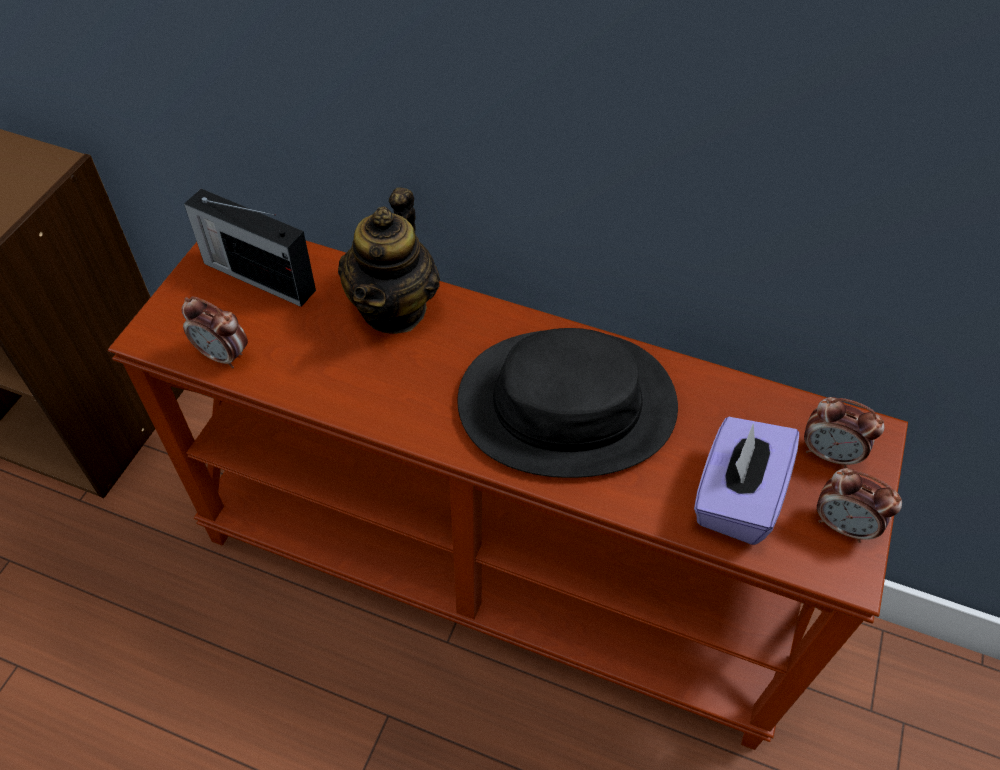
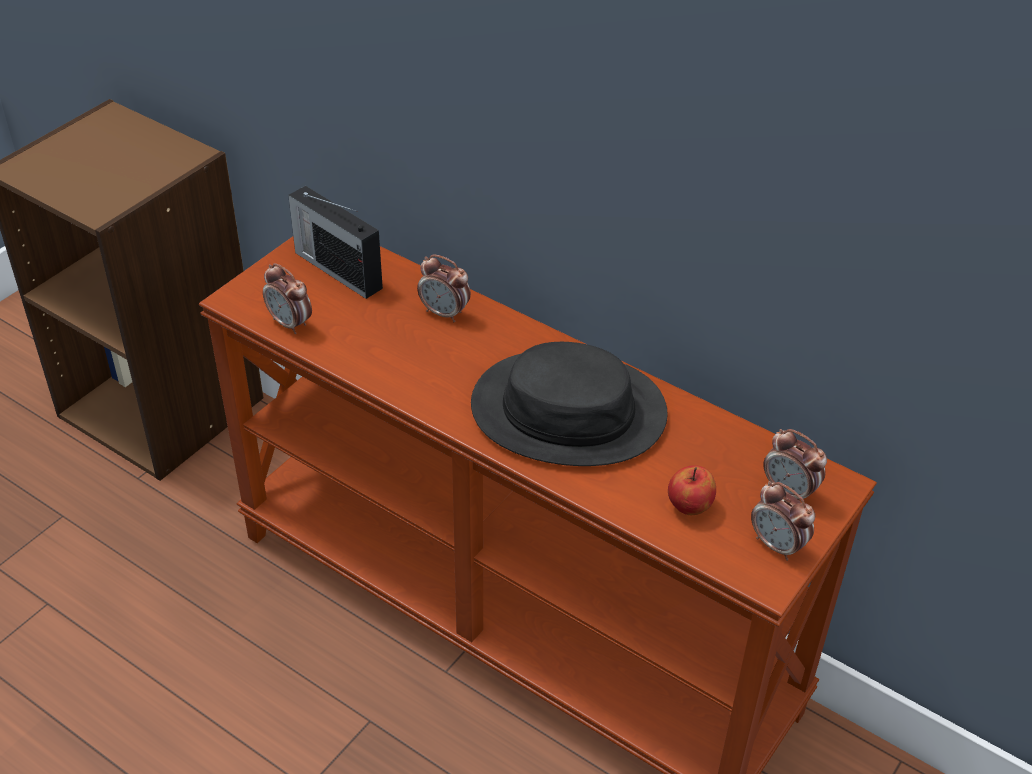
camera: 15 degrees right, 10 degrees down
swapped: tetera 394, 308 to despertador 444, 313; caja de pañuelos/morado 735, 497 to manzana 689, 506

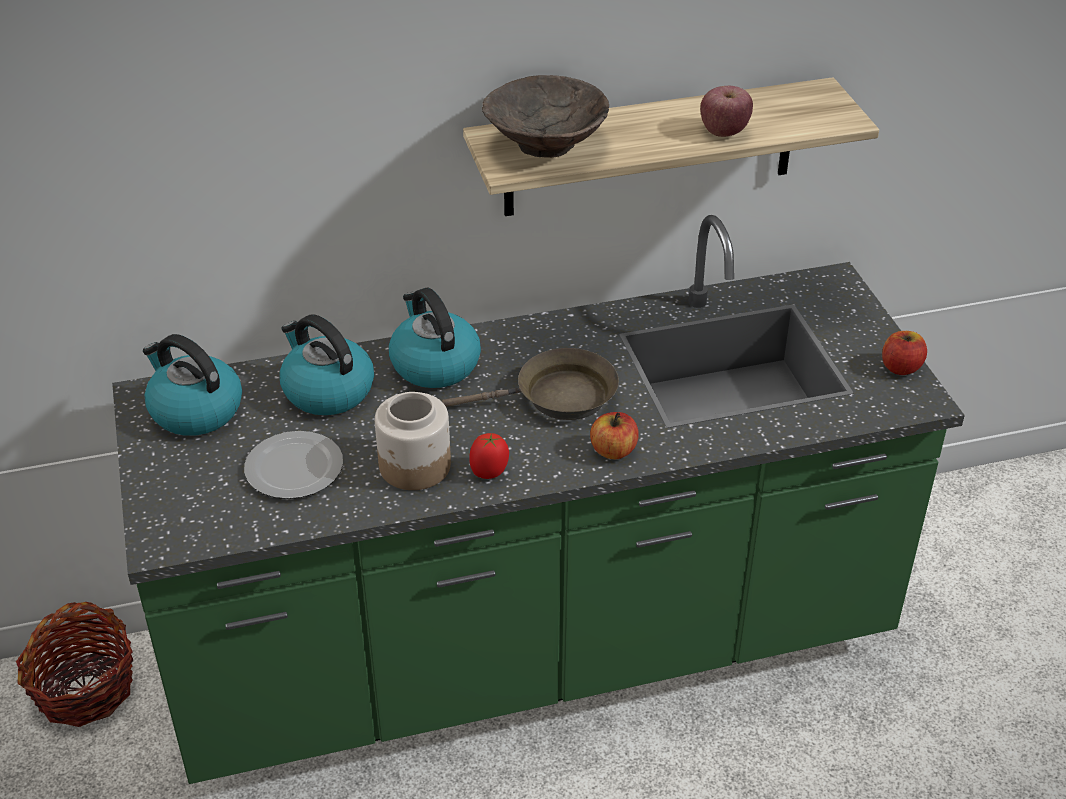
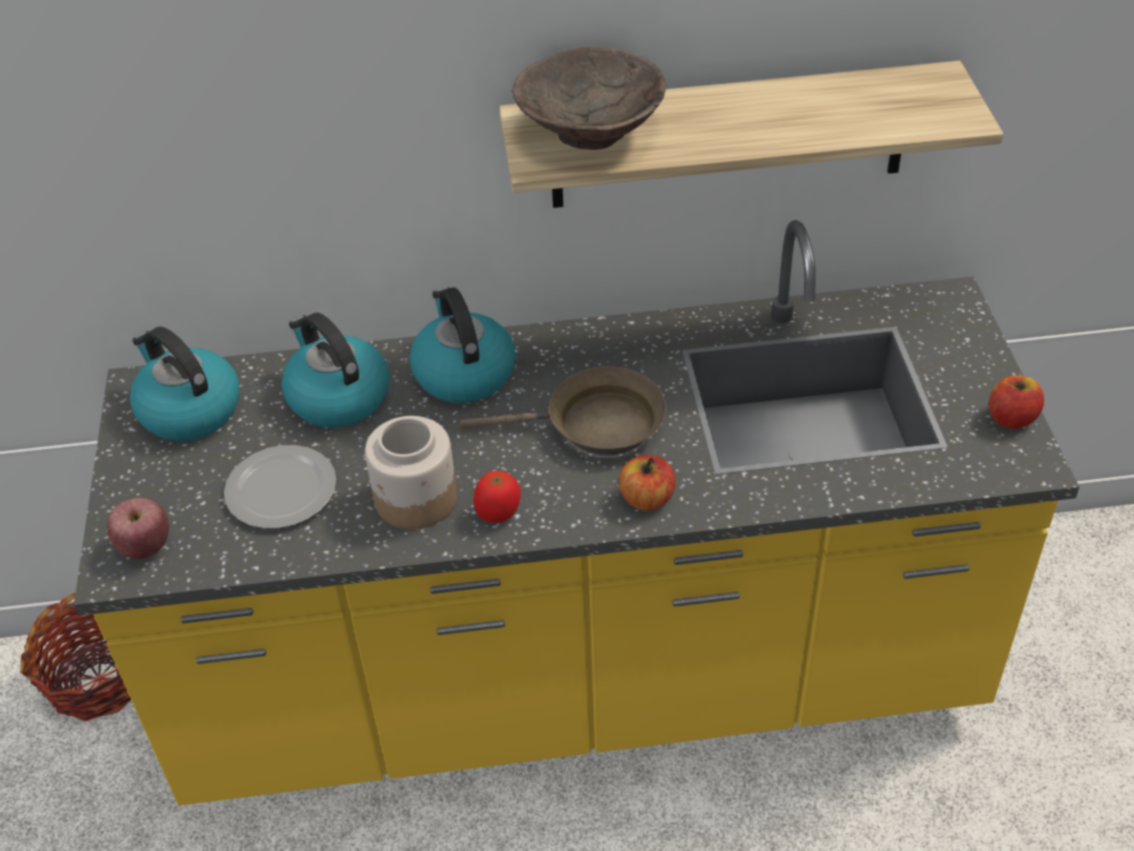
camera: 10 degrees right, 5 degrees up
shifted: manzana 724, 131 to 145, 546
repainted: mueble bajo de cocina/verde 533, 651 to mueble bajo de cocina/amarillo 579, 682

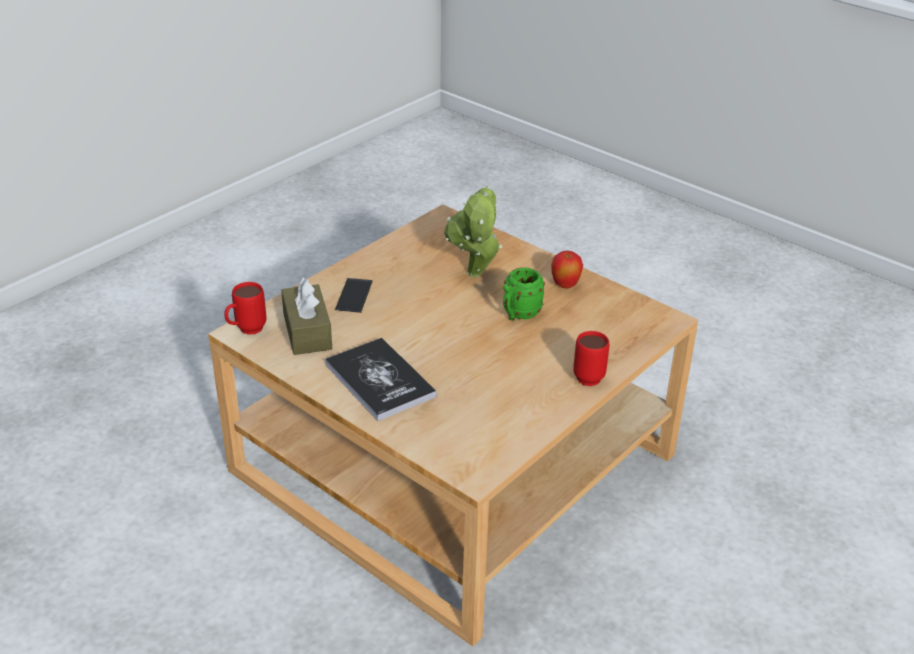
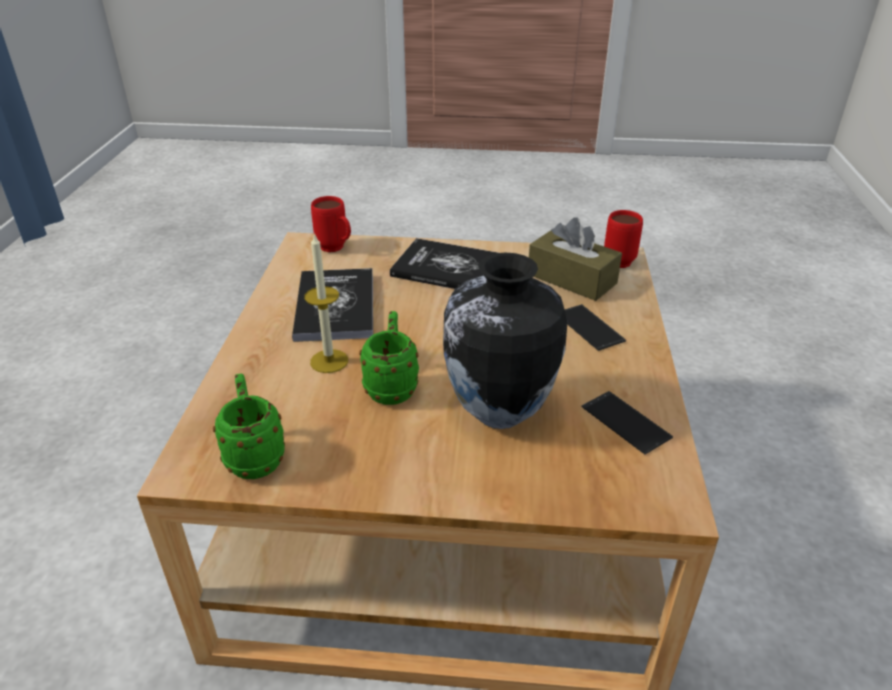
camera: 145 degrees right, 0 degrees up
gone: manzana 565, 286
new: taza grande/verde 254, 455; libro 335, 306; vela 329, 361; móvil 625, 422
shifted: taza grande/rojo 586, 375 to 336, 249
swapped: planta en maceta 475, 277 to florero 498, 414

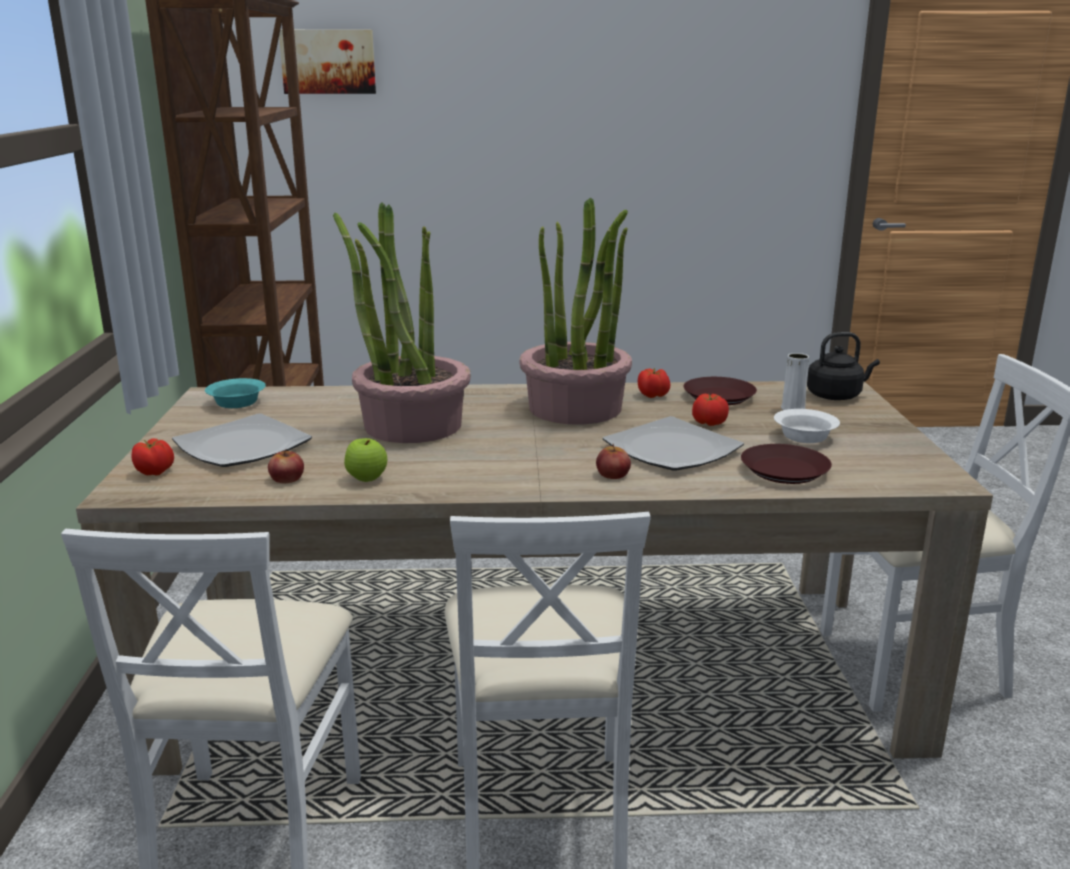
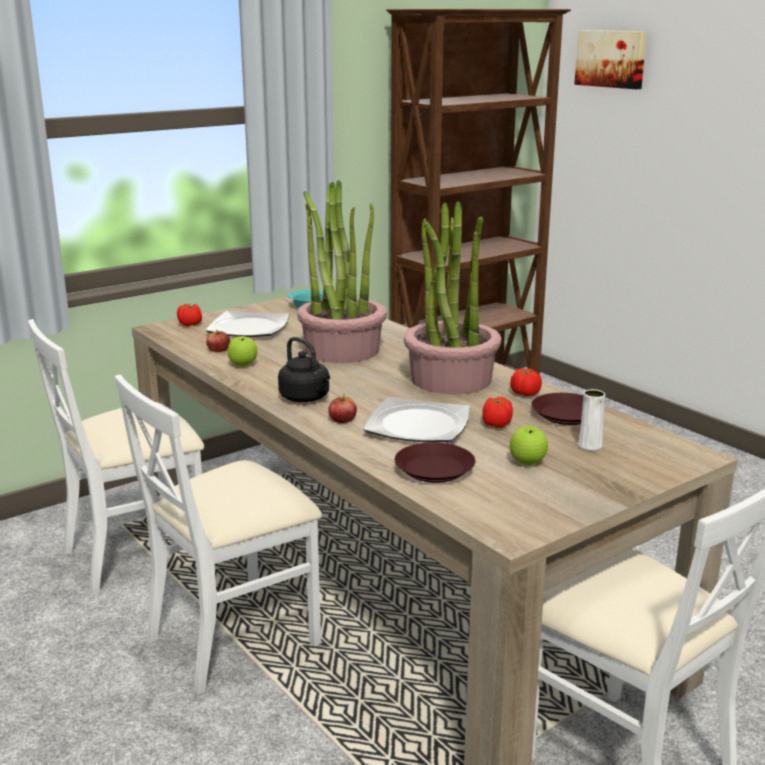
camera: 55 degrees right, 0 degrees up
shifted: hervidor/negro 836, 396 to 306, 398
swapped: cuenco/blanco 805, 436 to manzana 527, 462

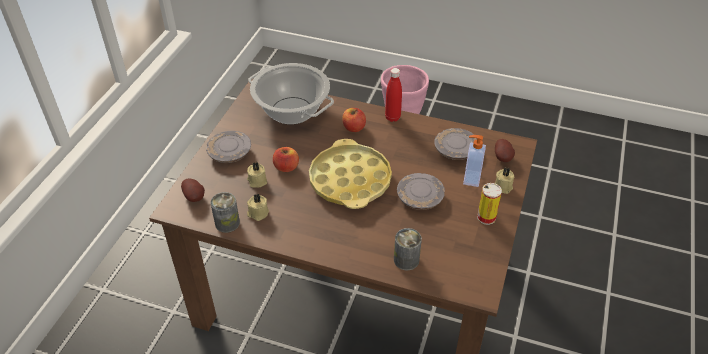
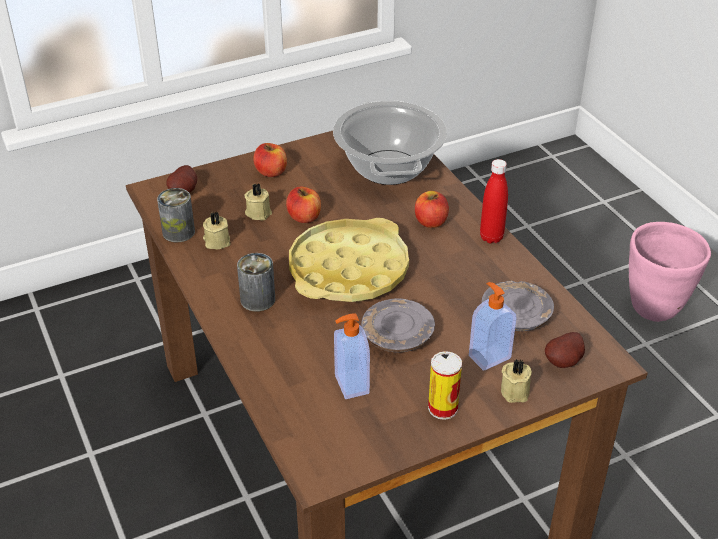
camera: 45 degrees right, 5 degrees down
new: dispensador de jabón 350, 385
shifted: lata 406, 260 to 258, 299
swapped: plato/gris 229, 153 to manzana 271, 172

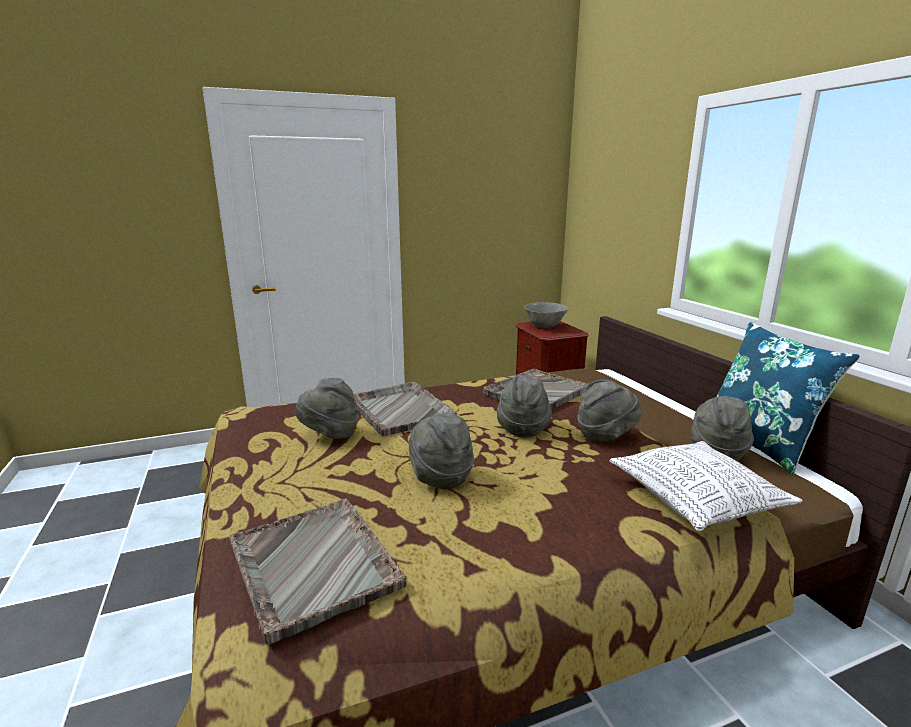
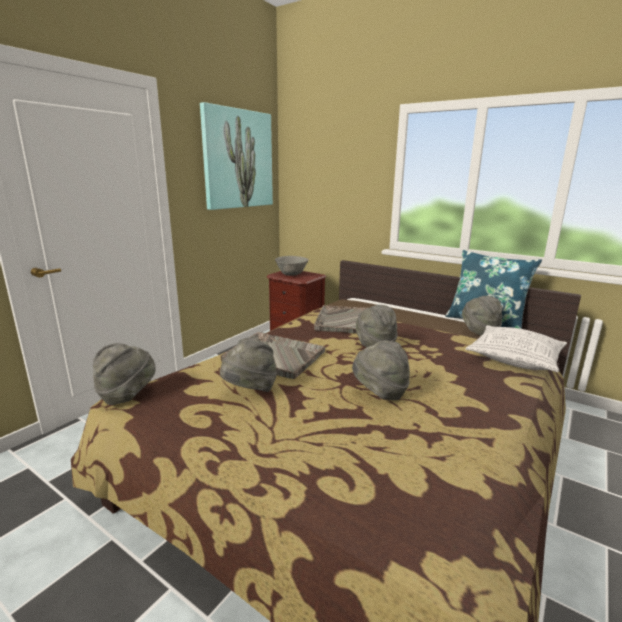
camera: 35 degrees left, 0 degrees up
gone: bandeja/gris 314, 565
new: cuadro 237, 159
shifted: sombrero/gris 605, 436 to 127, 395

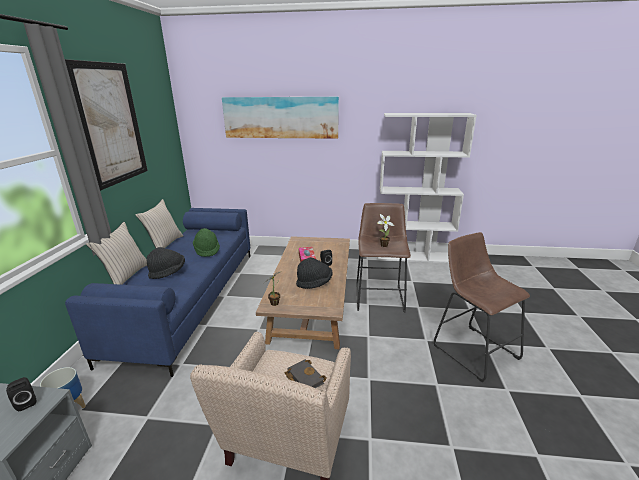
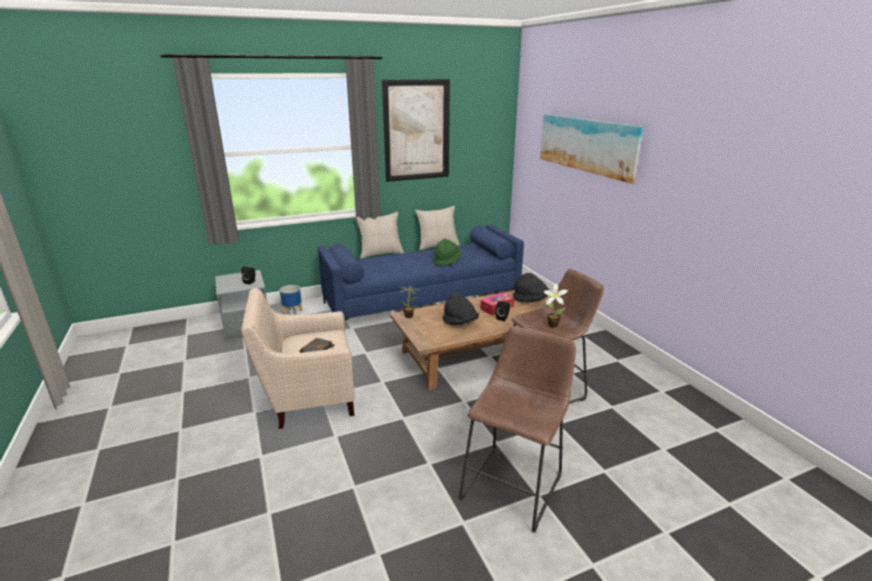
camera: 60 degrees right, 0 degrees up
gone: estantería/blanco 413, 256
shifted: sombrero/negro 168, 272 to 530, 300

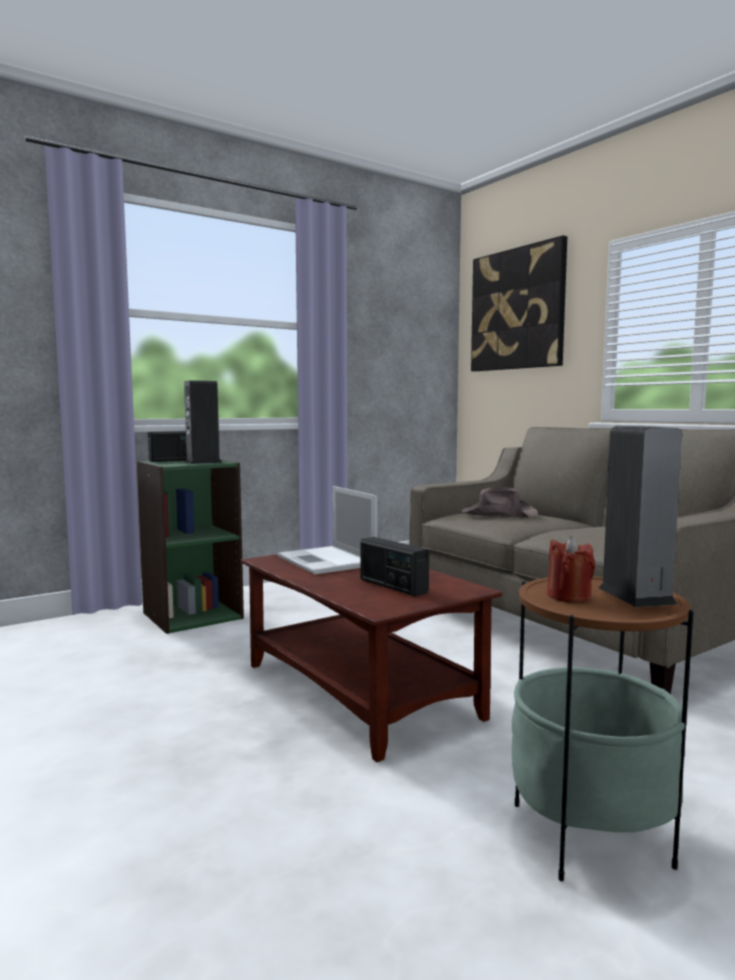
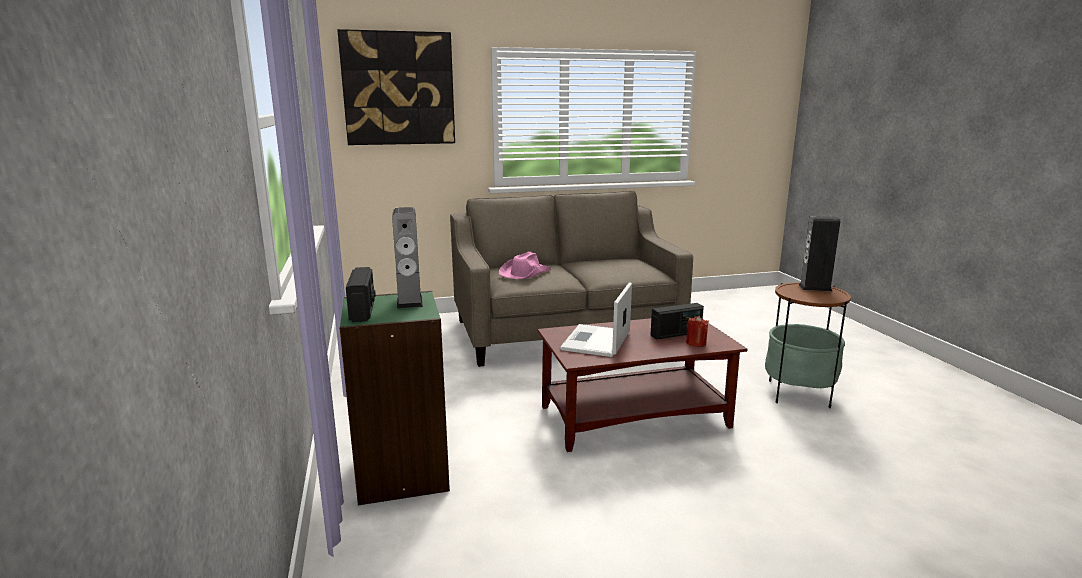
camera: 70 degrees left, 10 degrees up
shifted: vela/rojo 569, 596 to 696, 343
repainted: sombrero/marrón 498, 514 to sombrero/rosa 525, 273
rotated: portátil 327, 561 = 596, 342 120 degrees clockwise

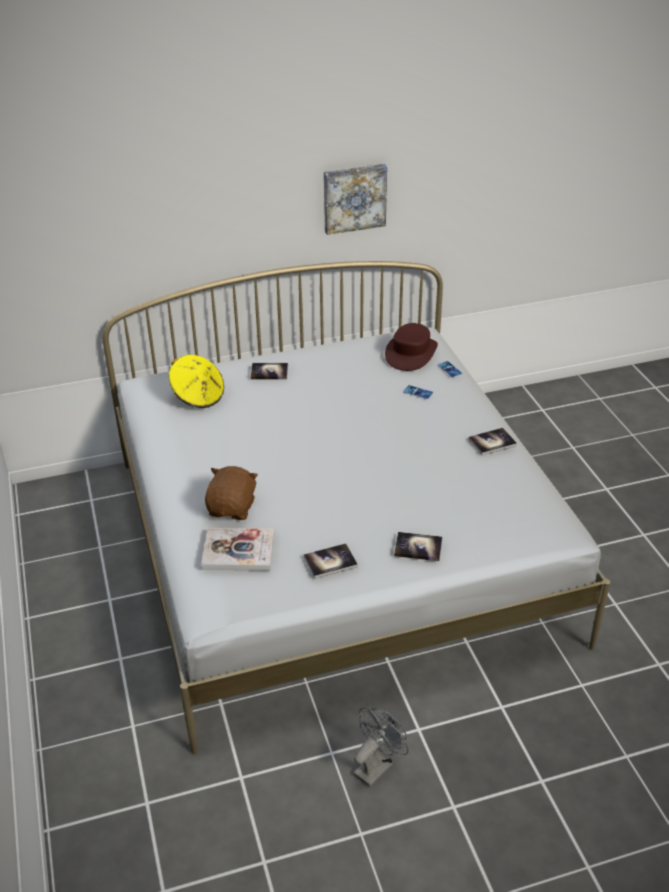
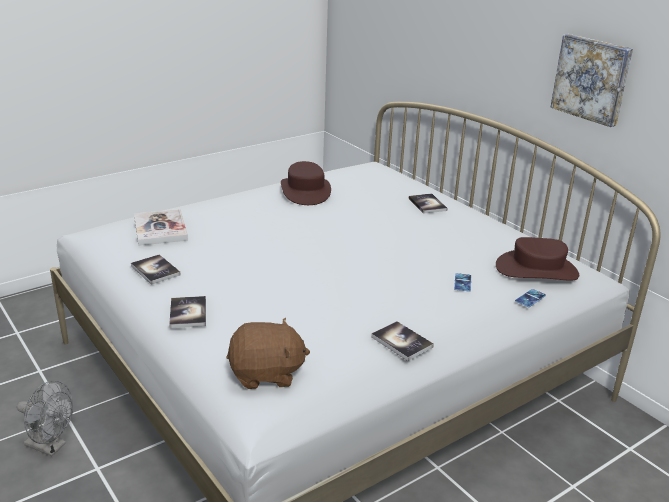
camera: 70 degrees right, 10 degrees down
gone: sombrero/amarillo 198, 396
new: sombrero/marrón 305, 191
shifted: peluche/marrón 232, 508 to 266, 374

